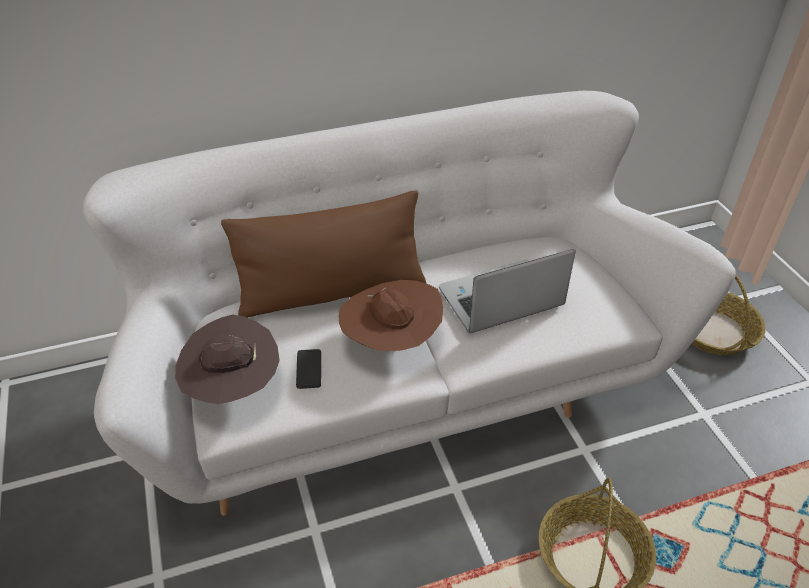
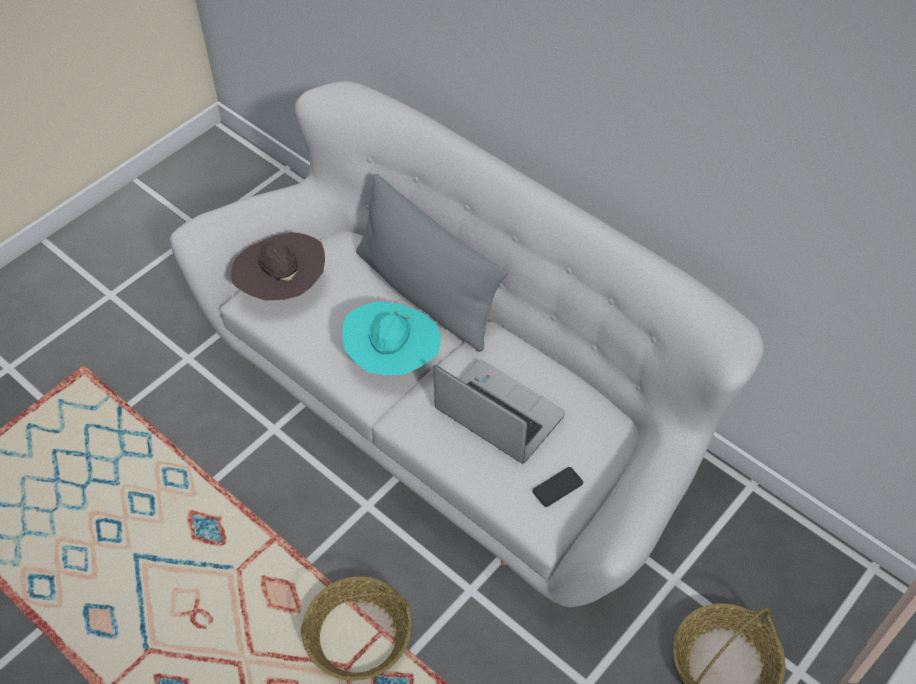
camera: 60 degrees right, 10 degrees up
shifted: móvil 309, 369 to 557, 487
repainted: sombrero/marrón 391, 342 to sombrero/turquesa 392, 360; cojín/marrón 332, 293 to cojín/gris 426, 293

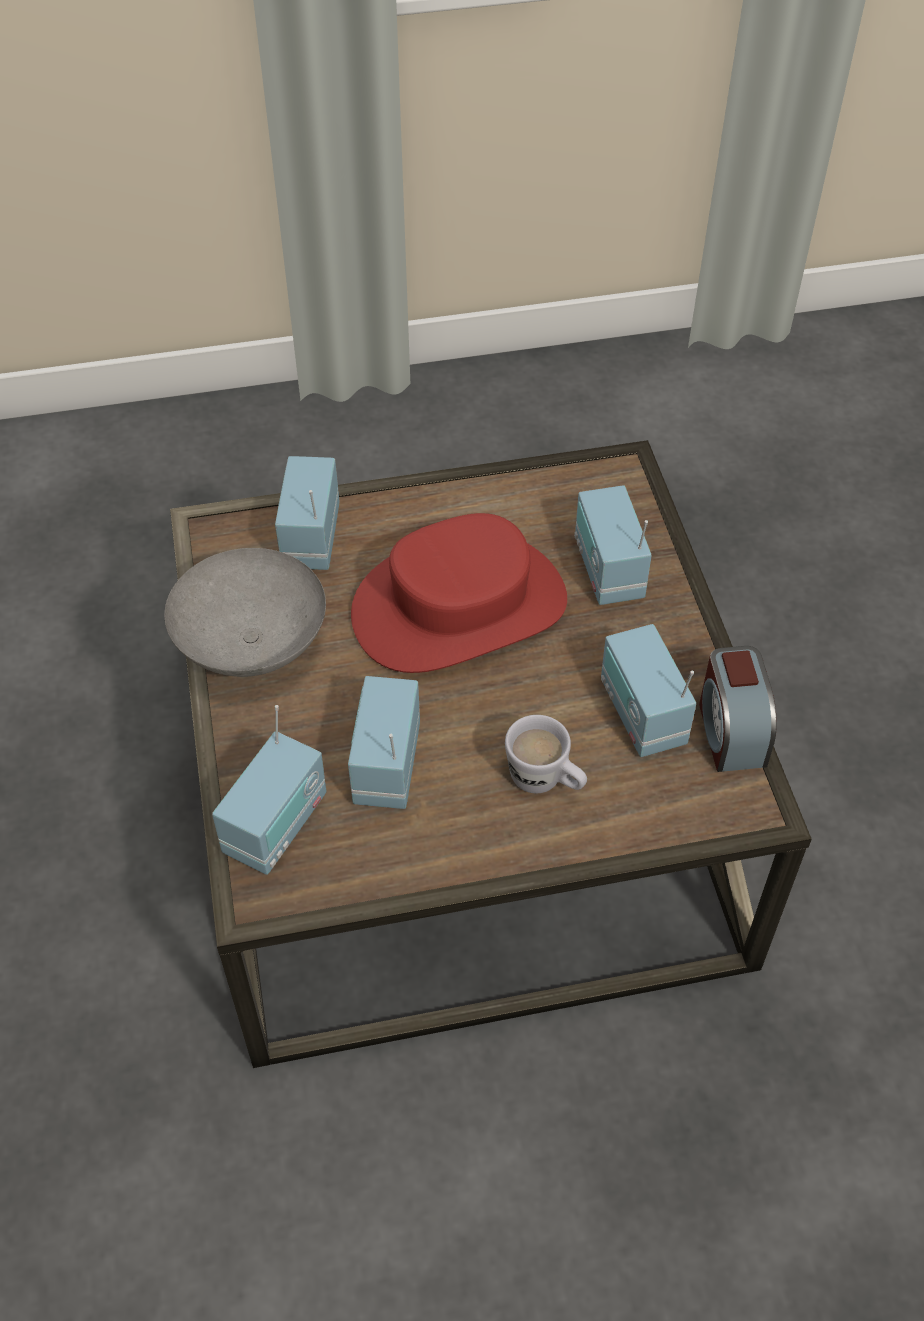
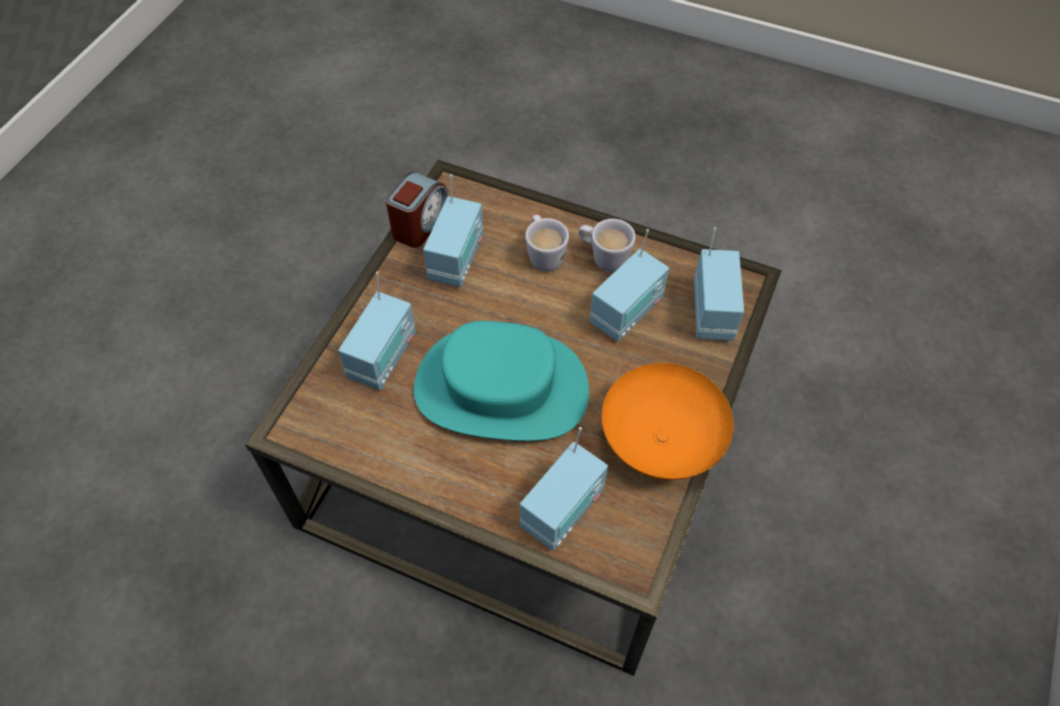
camera: 145 degrees left, 5 degrees up
new: taza grande/blanco 603, 258
repainted: sombrero/rojo 459, 606 to sombrero/turquesa 501, 389; cuenco/gris 251, 643 to cuenco/naranja 661, 443
rotated: radio 277, 826 = 714, 312 120 degrees clockwise

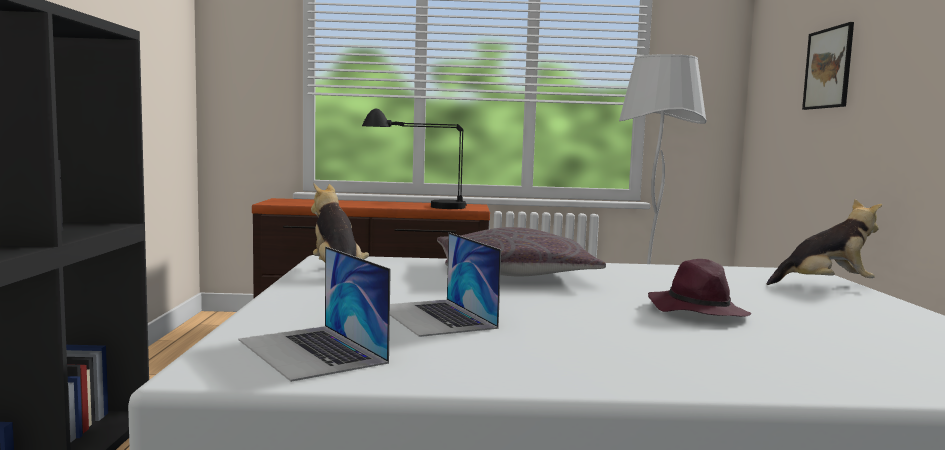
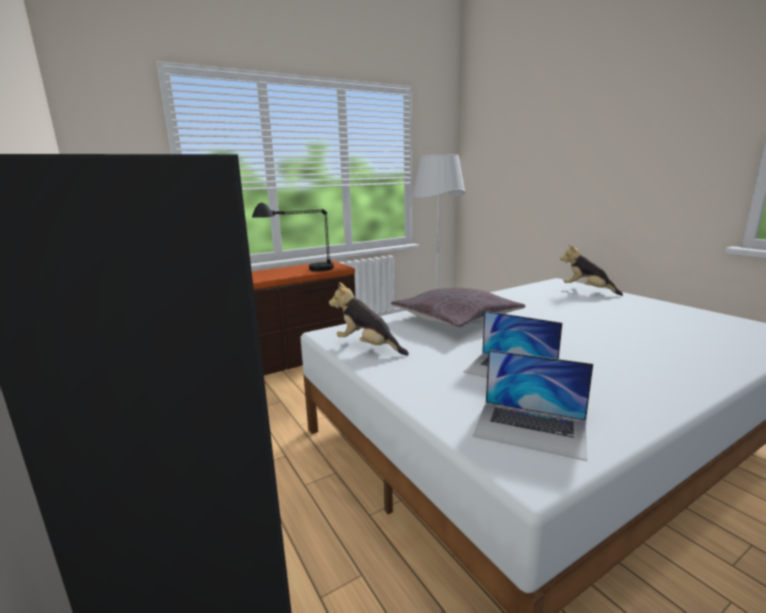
camera: 30 degrees left, 10 degrees up
gone: sombrero/morado 696, 311; cuadro 828, 68
rotated: peluche 825, 286 = 587, 290 105 degrees counterclockwise

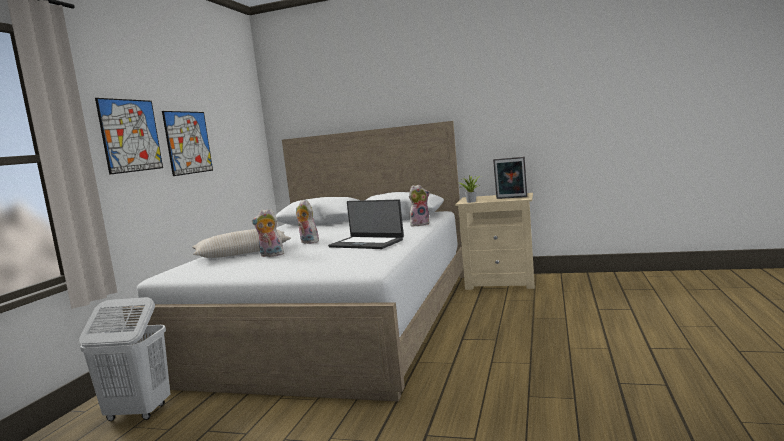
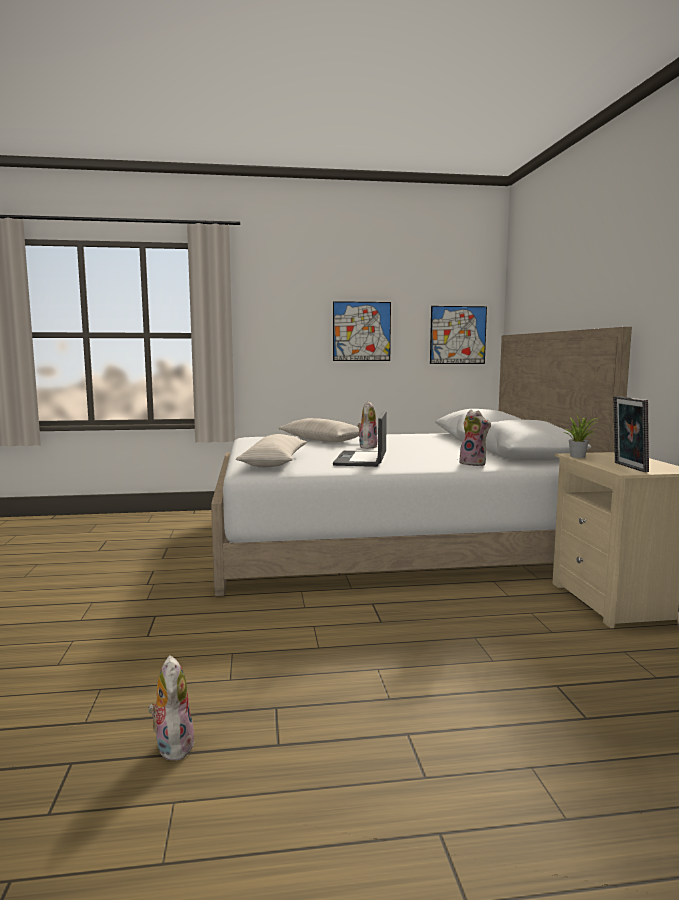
camera: 65 degrees right, 0 degrees up
gone: cesto de la ropa/blanco 138, 413
new: cojín/beis 274, 462
shifted: peluche 270, 255 to 172, 745; cuadro 130, 135 to 458, 335

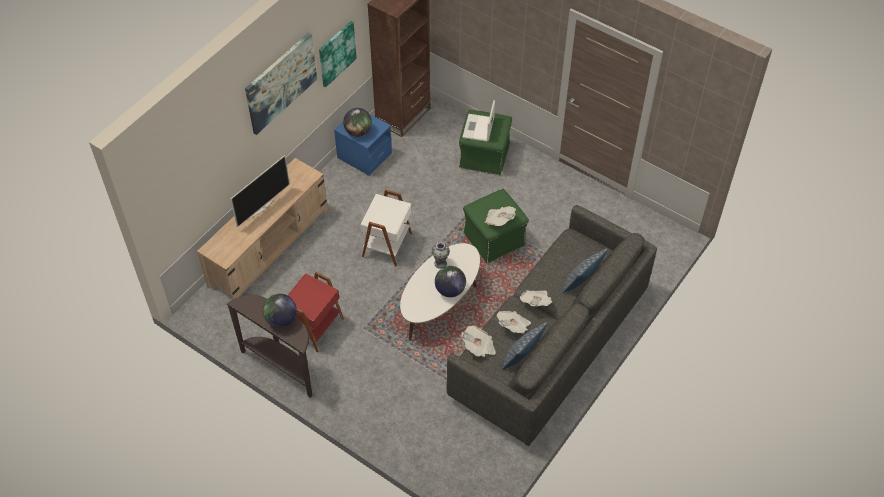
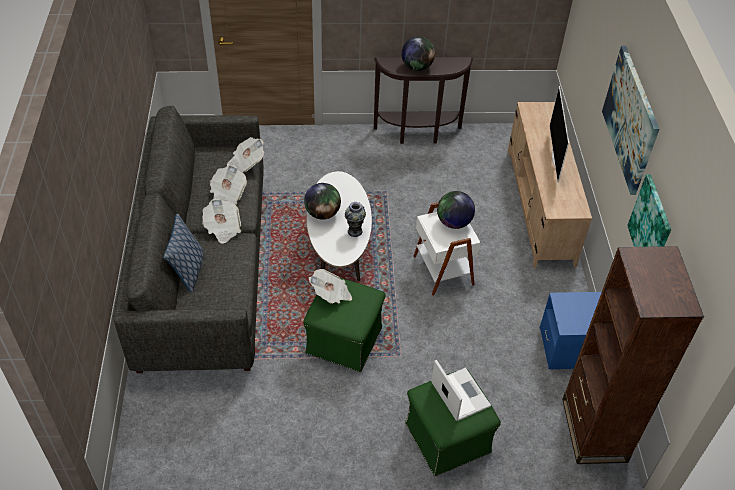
camera: 140 degrees right, 5 degrees down
gone: mesa auxiliar/rojo 313, 326; cojín 522, 357
shifted: globo terráqueo 358, 131 to 454, 222

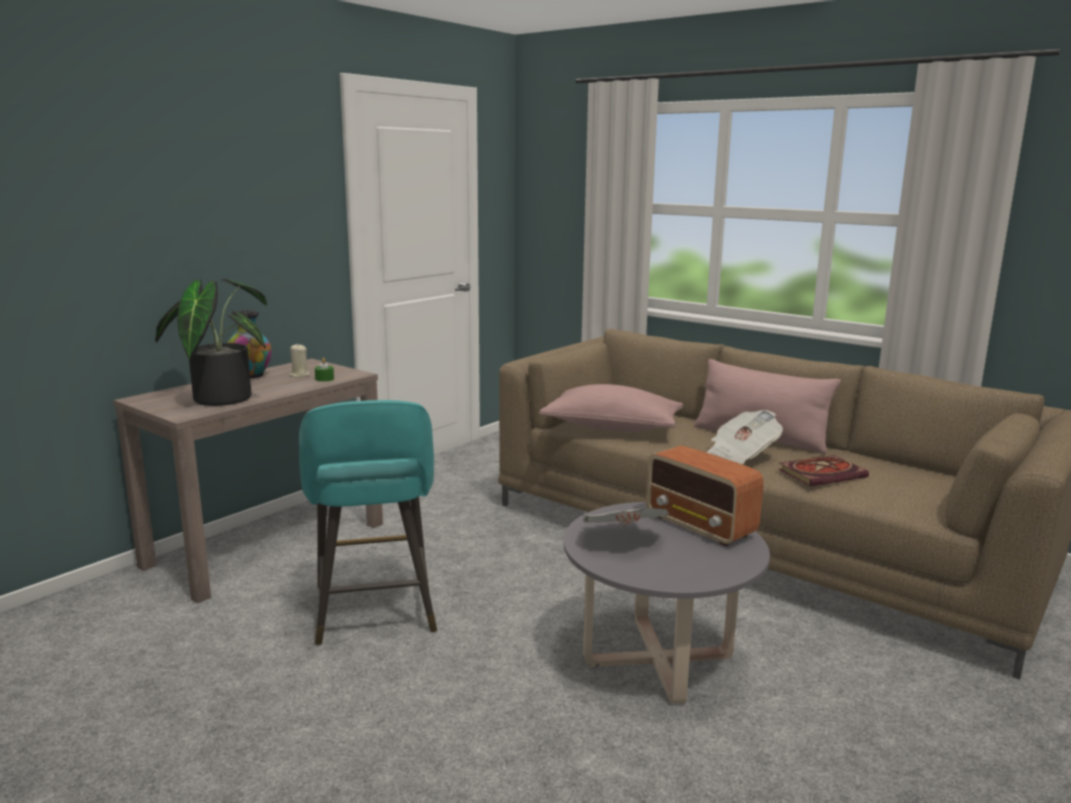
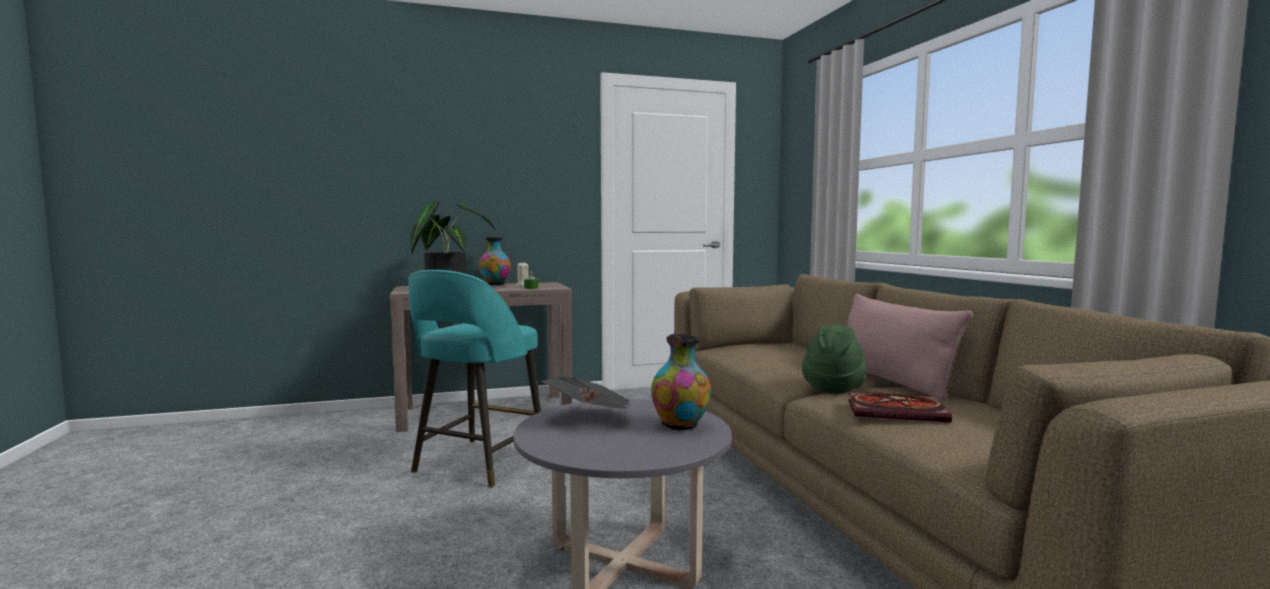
camera: 35 degrees right, 10 degrees down
gone: cojín/rosa 611, 428
swapped: radio 701, 526 to florero 680, 426; periódico 739, 456 to sombrero/verde 833, 387

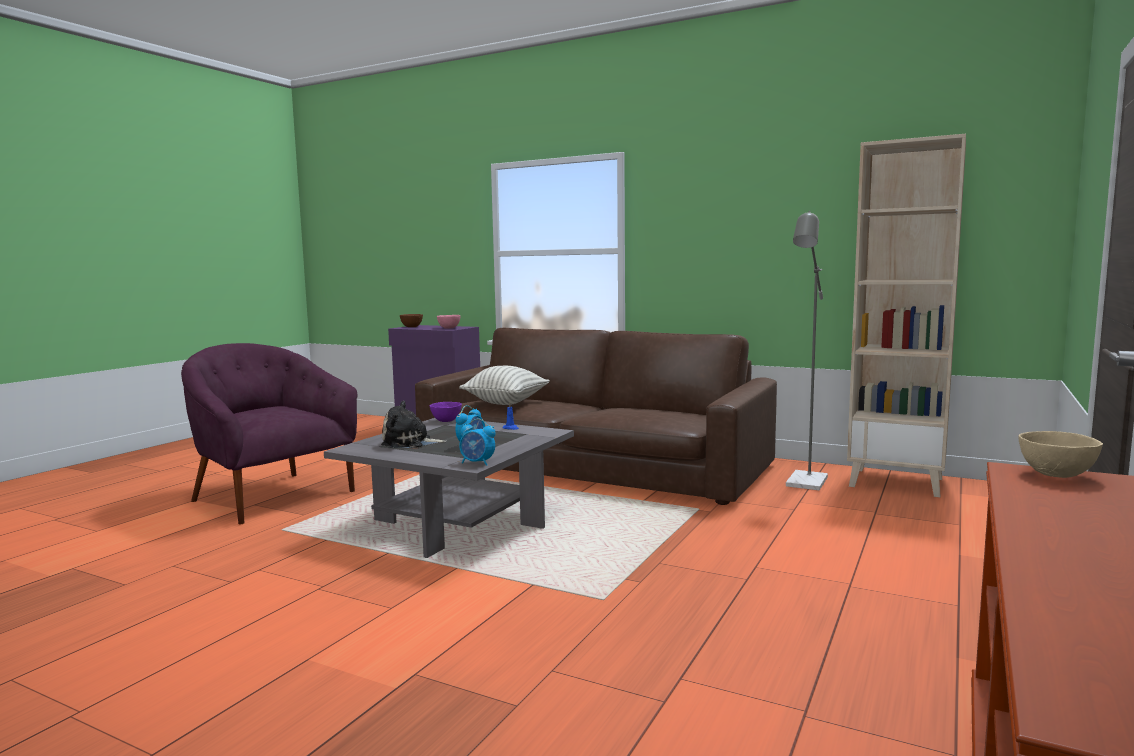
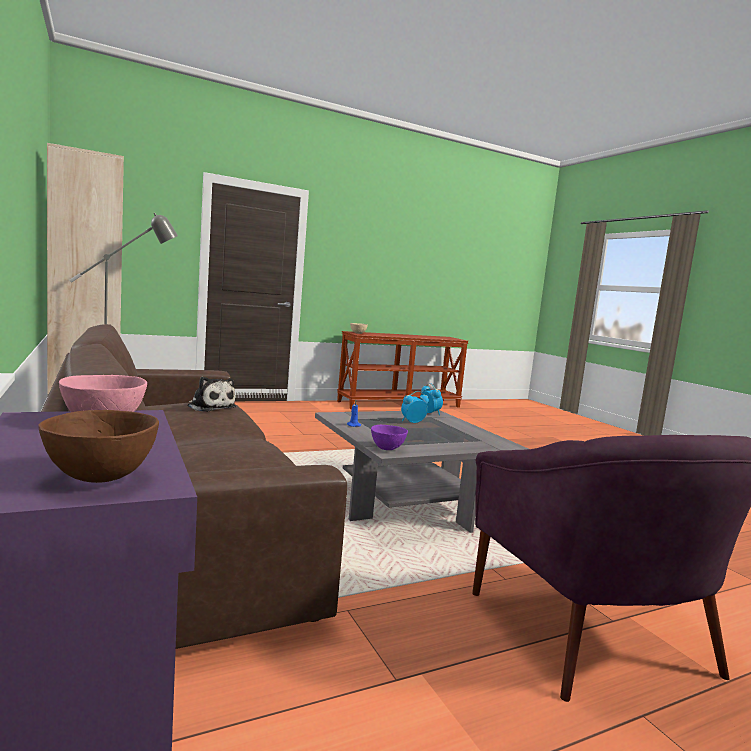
camera: 145 degrees left, 0 degrees up
gone: cojín 505, 403
shifted: peluche 409, 443 to 210, 407

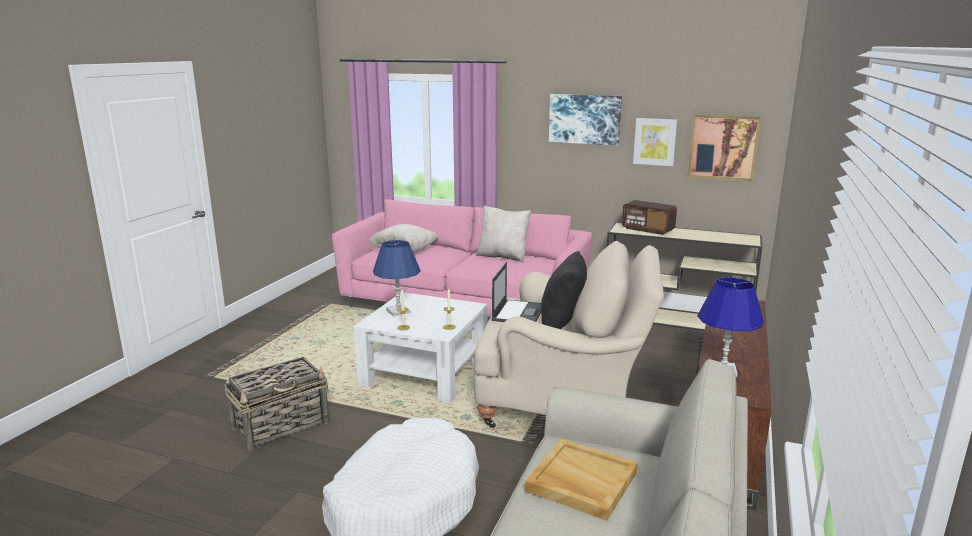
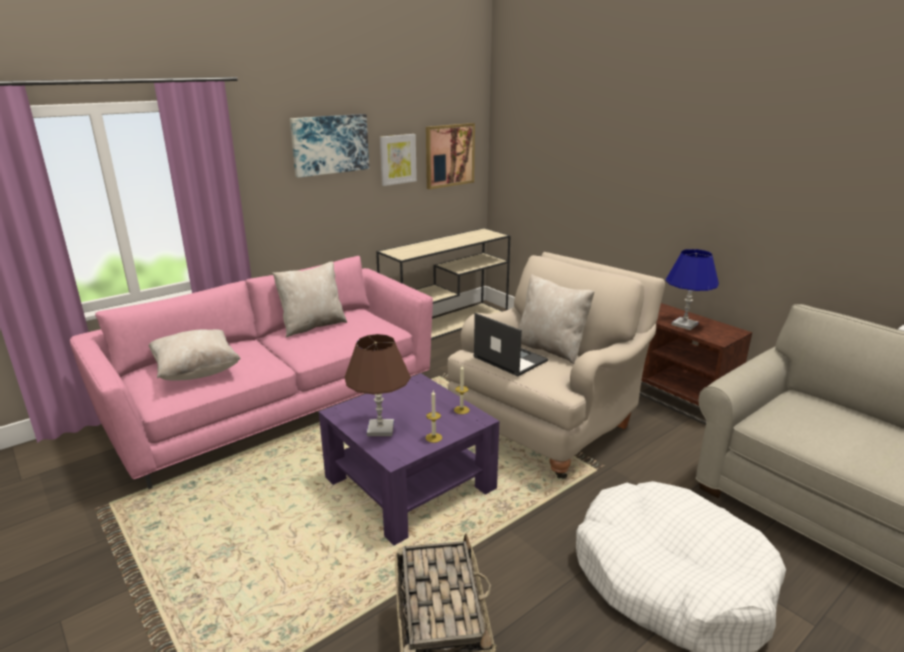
camera: 60 degrees left, 5 degrees up
gone: bandeja/beis 581, 481; radio 648, 229
repainted: mesa de centro/blanco 425, 372 to mesa de centro/morado 410, 483; lámpara de mesa/azul 398, 311 to lámpara de mesa/marrón 380, 429; cojín/negro 562, 323 to cojín/beis 550, 349

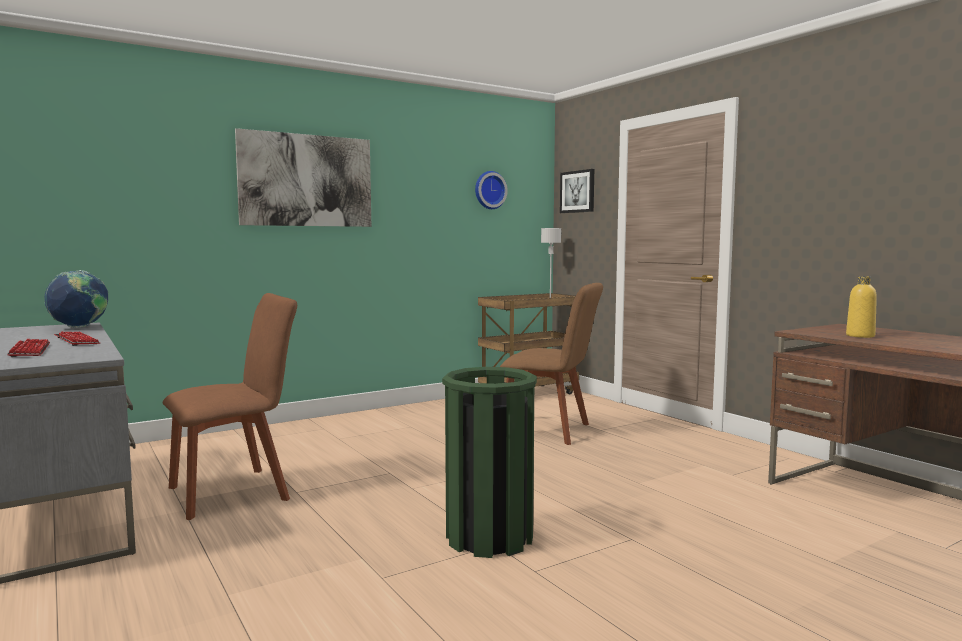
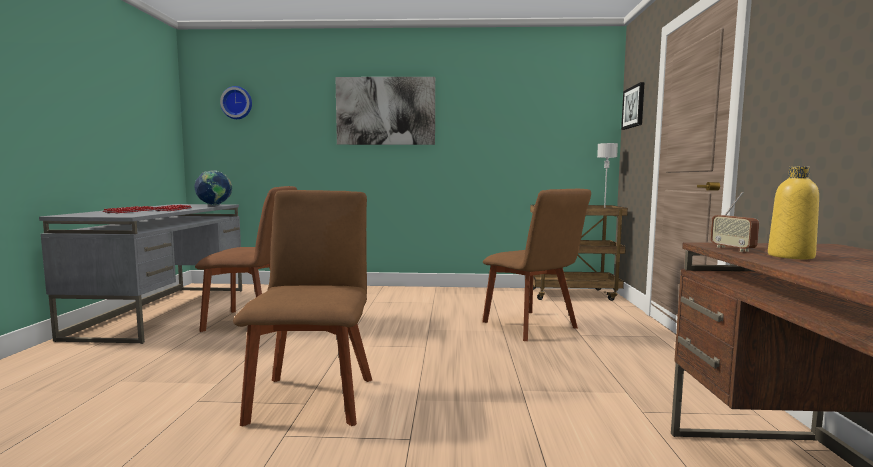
camera: 35 degrees right, 0 degrees up
new: radio 732, 249
shifted: reloj de pared 489, 190 to 237, 103
swapped: papelera/verde 489, 537 to silla/marrón 313, 396

